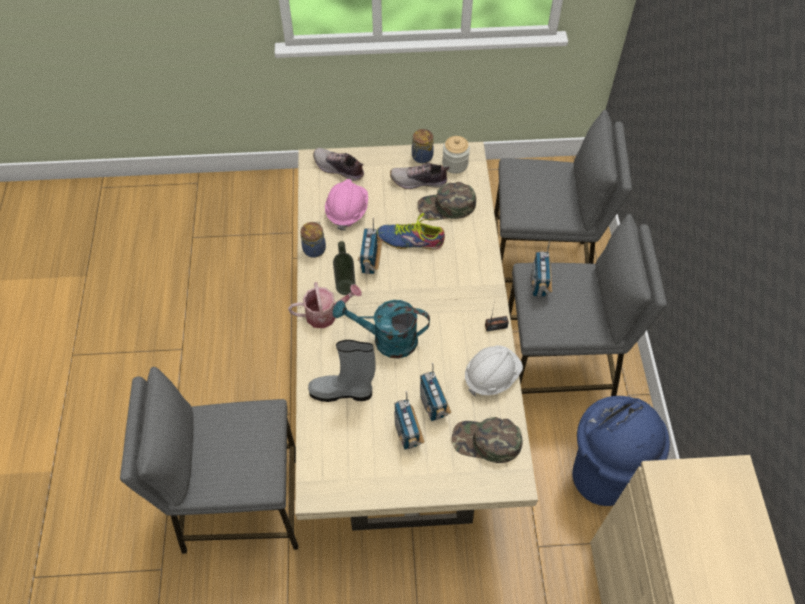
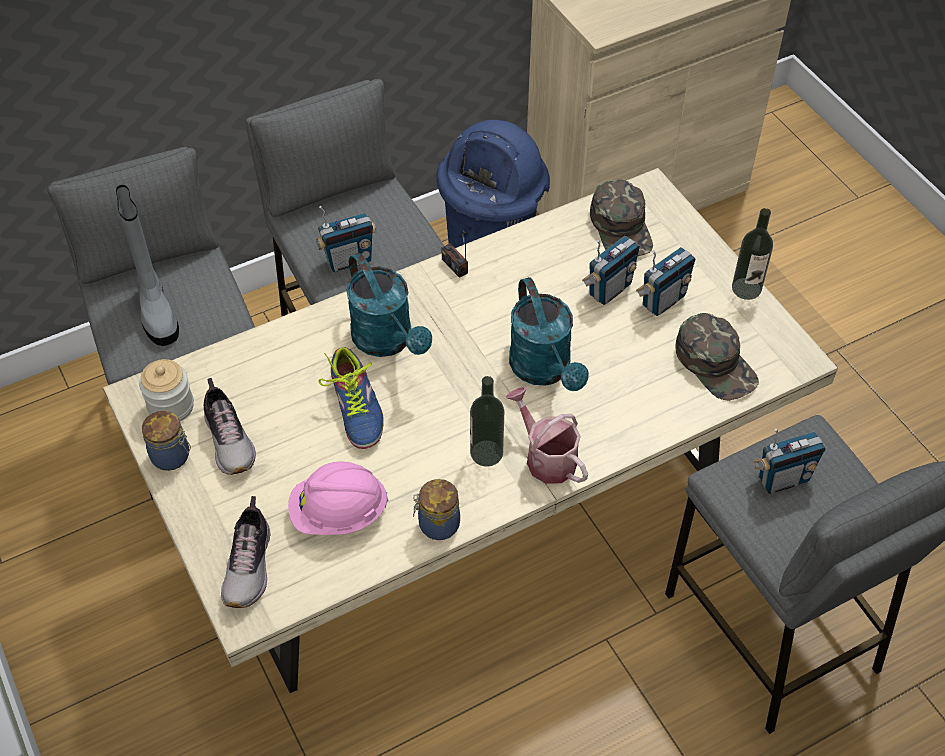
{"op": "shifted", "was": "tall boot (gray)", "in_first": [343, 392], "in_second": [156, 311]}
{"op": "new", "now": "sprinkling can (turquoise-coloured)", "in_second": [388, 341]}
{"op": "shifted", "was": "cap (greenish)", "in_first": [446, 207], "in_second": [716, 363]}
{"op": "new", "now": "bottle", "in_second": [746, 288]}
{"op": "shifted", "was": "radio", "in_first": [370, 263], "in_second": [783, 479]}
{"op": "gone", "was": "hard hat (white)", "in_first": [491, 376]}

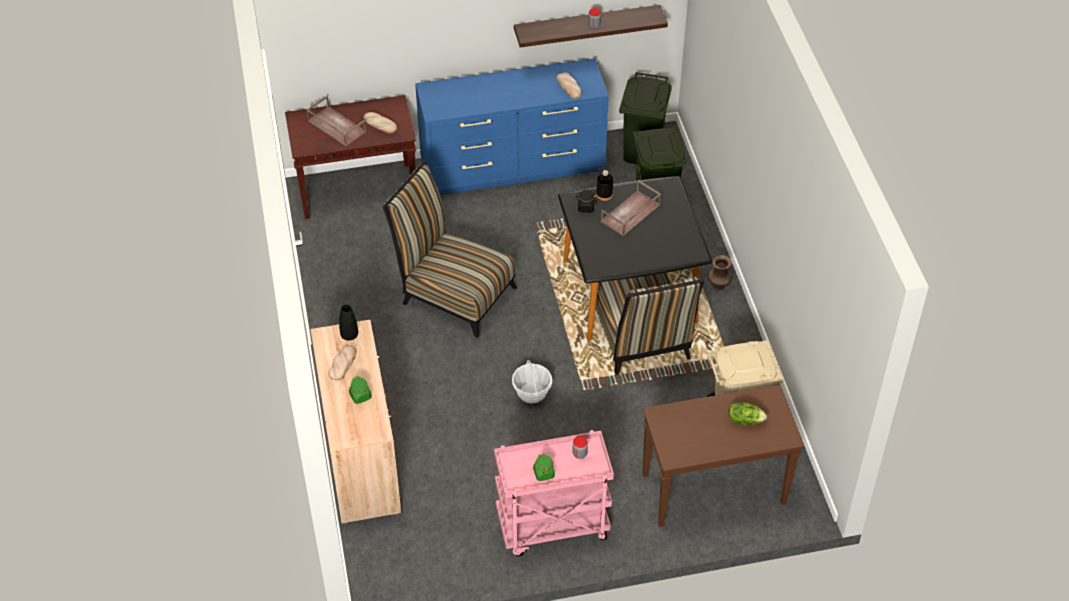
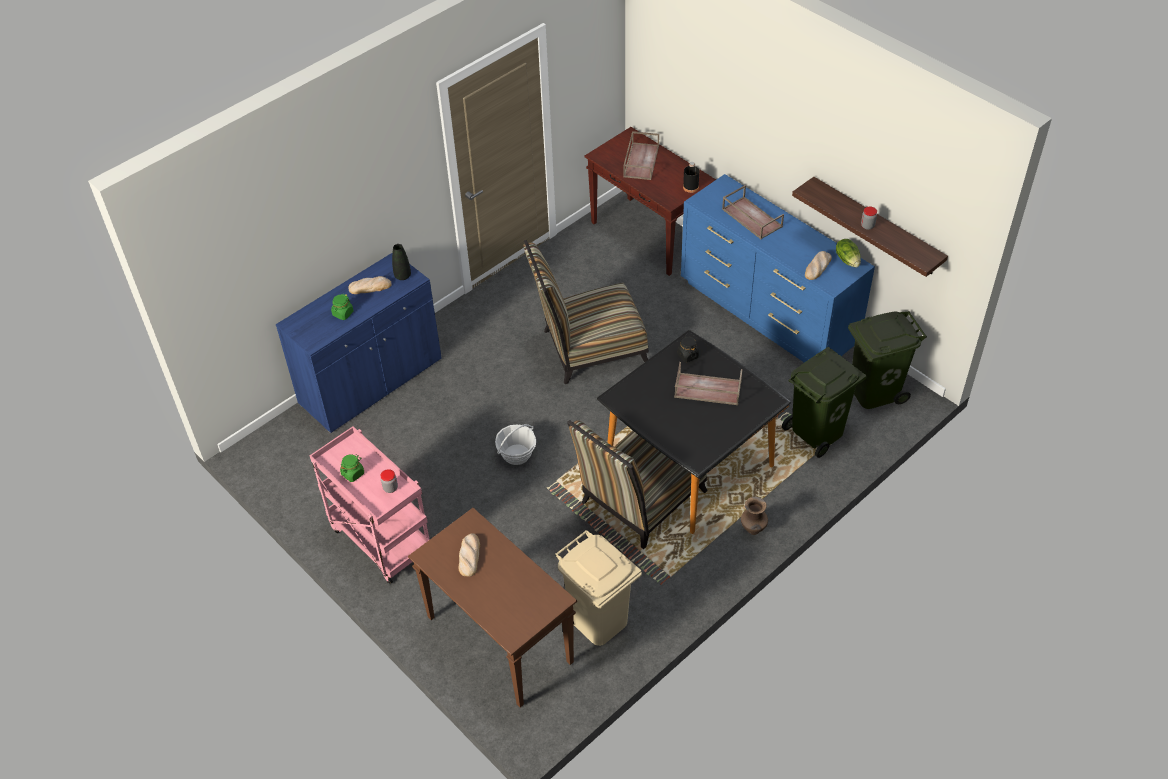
{"op": "repainted", "was": "cupboard (beige)", "now": "cupboard (blue)", "in_first": [361, 458], "in_second": [371, 382]}
{"op": "shifted", "was": "bakery bread", "in_first": [379, 124], "in_second": [469, 556]}
{"op": "rotated", "was": "plain chair", "in_first": [453, 292], "in_second": [588, 348], "clockwise": -105}
{"op": "shifted", "was": "bottle (black-coloured)", "in_first": [604, 194], "in_second": [690, 187]}
{"op": "new", "now": "serving tray (brown)", "in_second": [751, 218]}
{"op": "shifted", "was": "lettuce", "in_first": [745, 420], "in_second": [848, 260]}

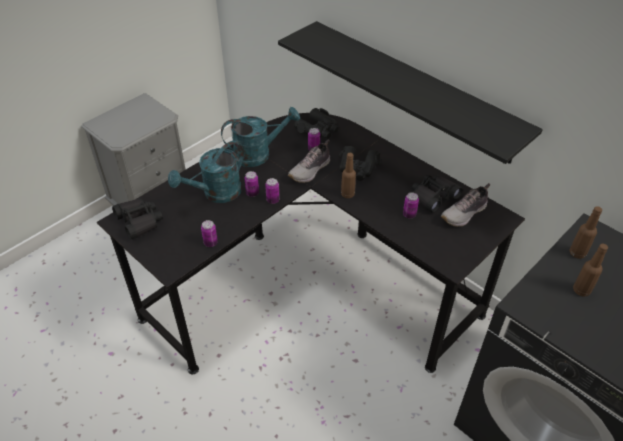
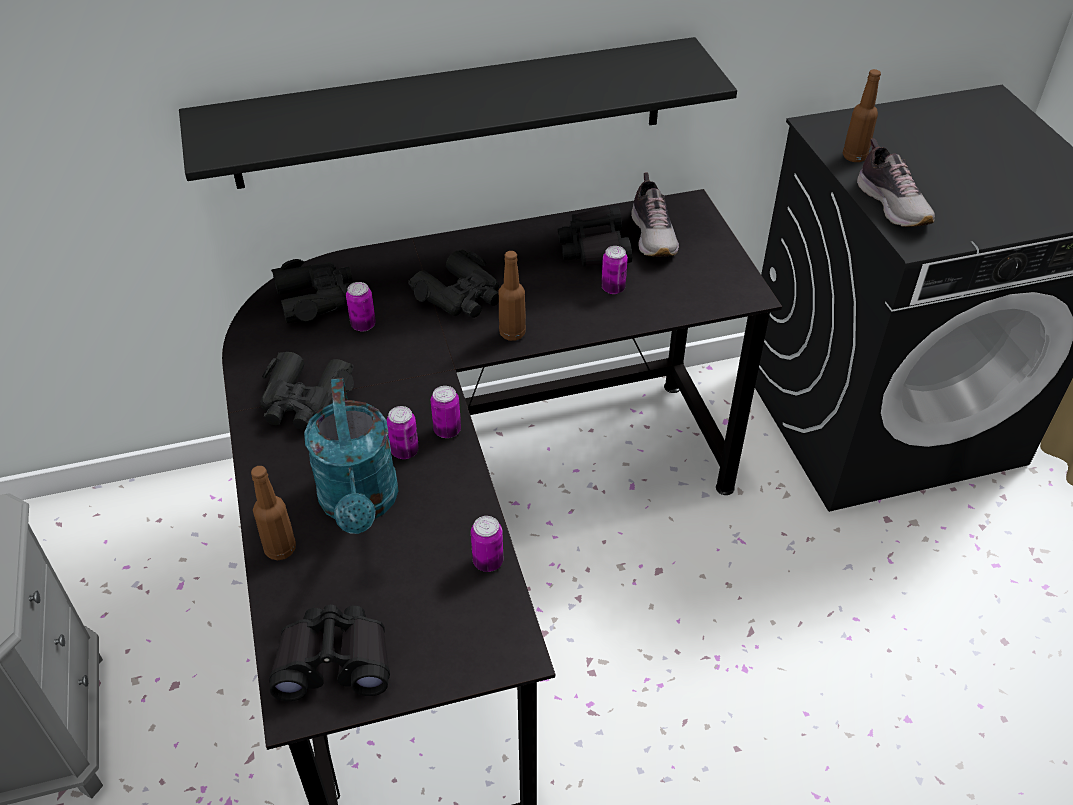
{"op": "shifted", "was": "bottle (brown)", "in_first": [581, 290], "in_second": [280, 549]}
{"op": "swapped", "was": "sprinkling can (turquoise-coloured)", "now": "pair of binoculars (black-coloured)", "in_first": [258, 154], "in_second": [304, 400]}
{"op": "shifted", "was": "shoe", "in_first": [310, 170], "in_second": [893, 204]}

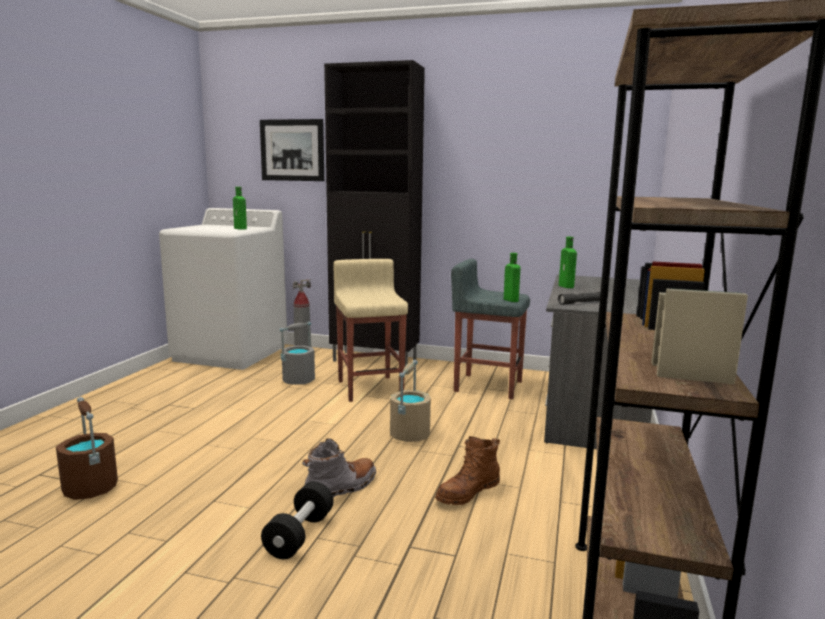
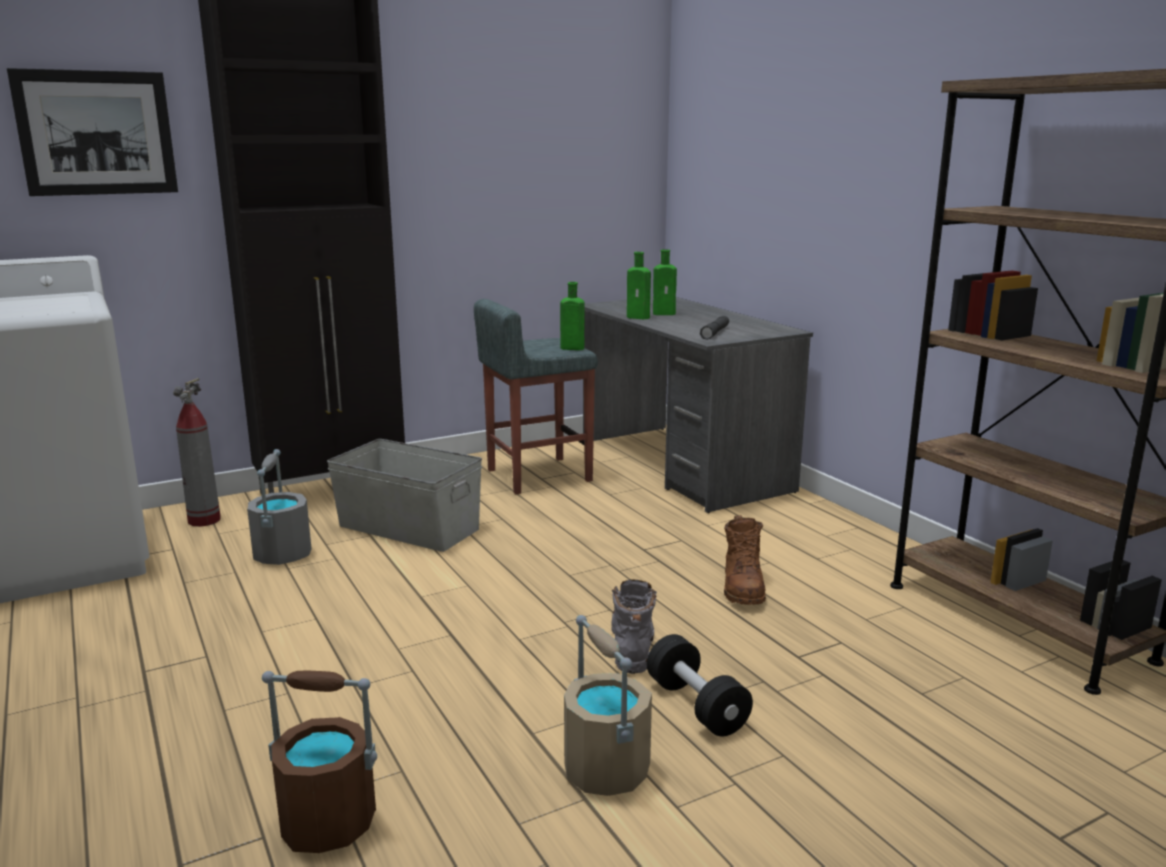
{"op": "swapped", "was": "stool (beige)", "now": "storage container (gray)", "in_first": [370, 388], "in_second": [408, 527]}
{"op": "shifted", "was": "pail (beige)", "in_first": [410, 434], "in_second": [605, 770]}
{"op": "shifted", "was": "bottle (greenish)", "in_first": [241, 228], "in_second": [665, 314]}

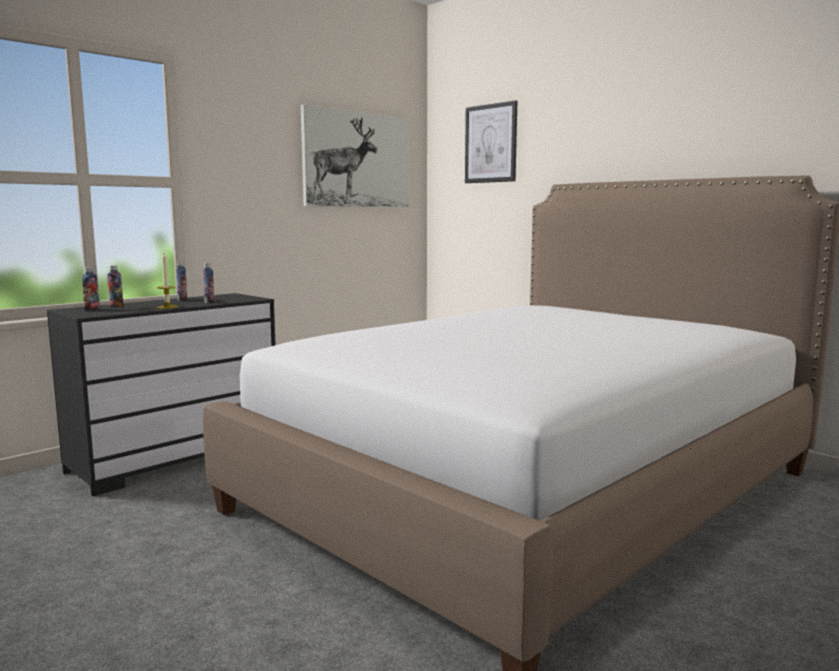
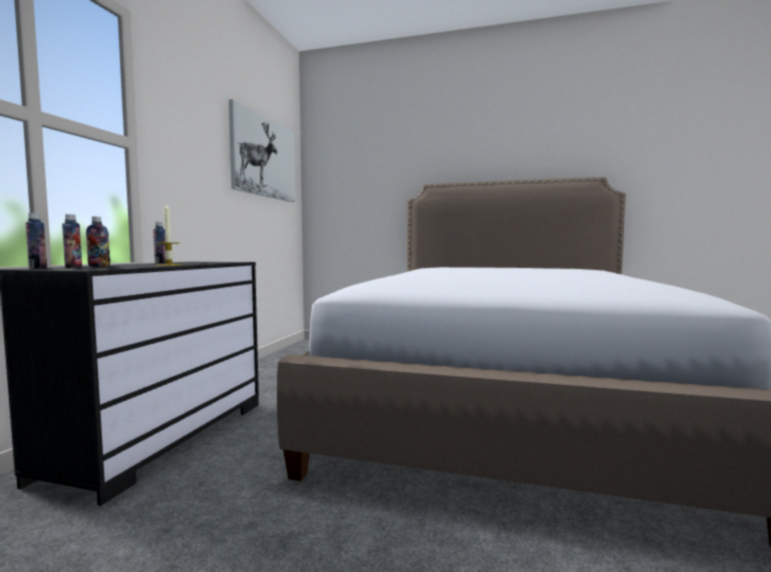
{"op": "shifted", "was": "bottle", "in_first": [209, 302], "in_second": [38, 268]}
{"op": "gone", "was": "wall picture", "in_first": [491, 143]}

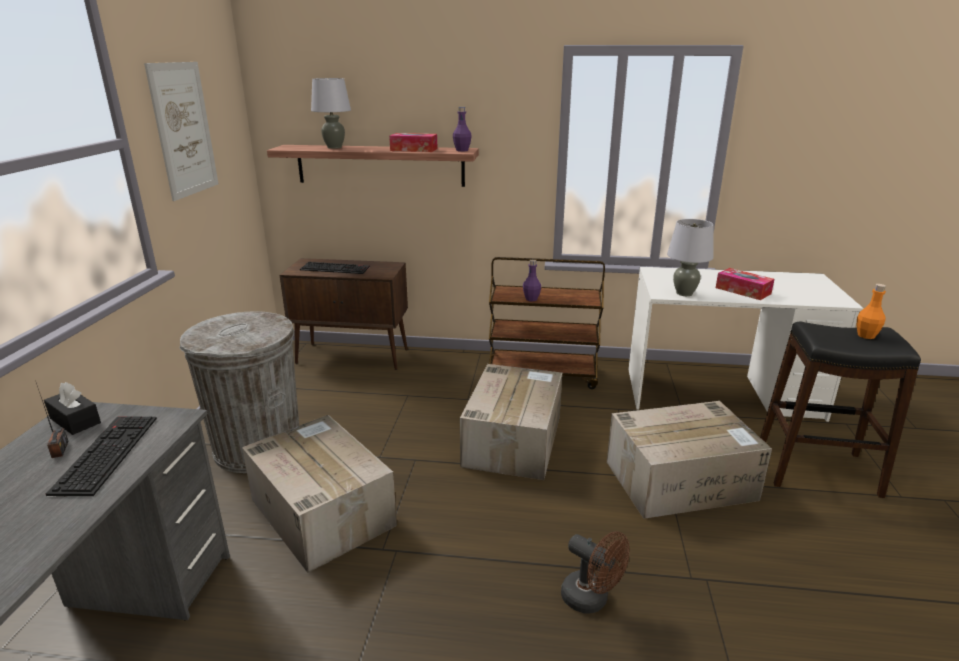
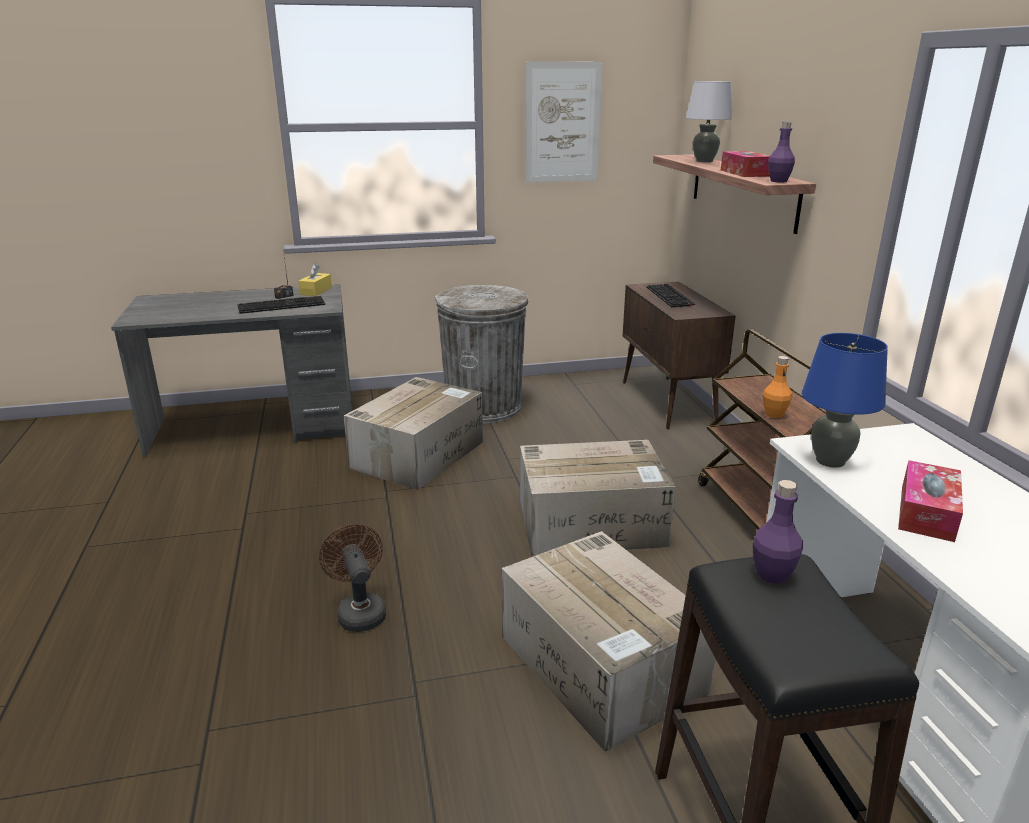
{"op": "repainted", "was": "box of tissues (black-coloured)", "now": "box of tissues (yellow-coloured)", "in_first": [75, 420], "in_second": [316, 291]}
{"op": "rotated", "was": "electric fan (brown)", "in_first": [591, 600], "in_second": [359, 611], "clockwise": 135}
{"op": "shifted", "was": "bottle (purple-coloured)", "in_first": [531, 299], "in_second": [772, 575]}
{"op": "shifted", "was": "bottle (orange-coloured)", "in_first": [866, 336], "in_second": [774, 414]}
{"op": "repainted", "was": "table lamp (gray)", "now": "table lamp (blue)", "in_first": [684, 293], "in_second": [830, 461]}

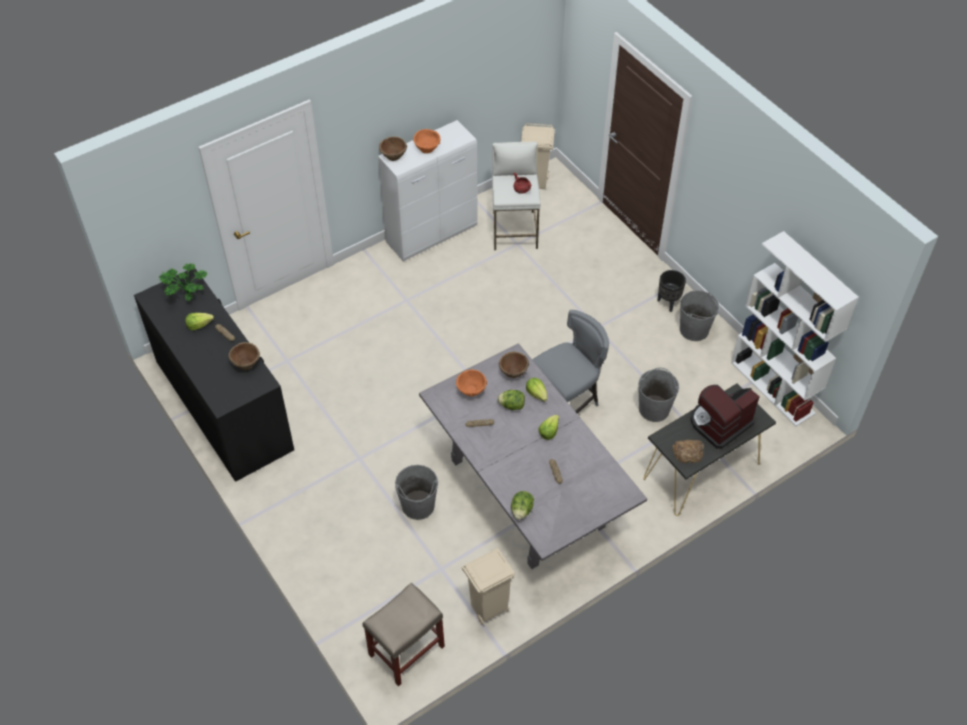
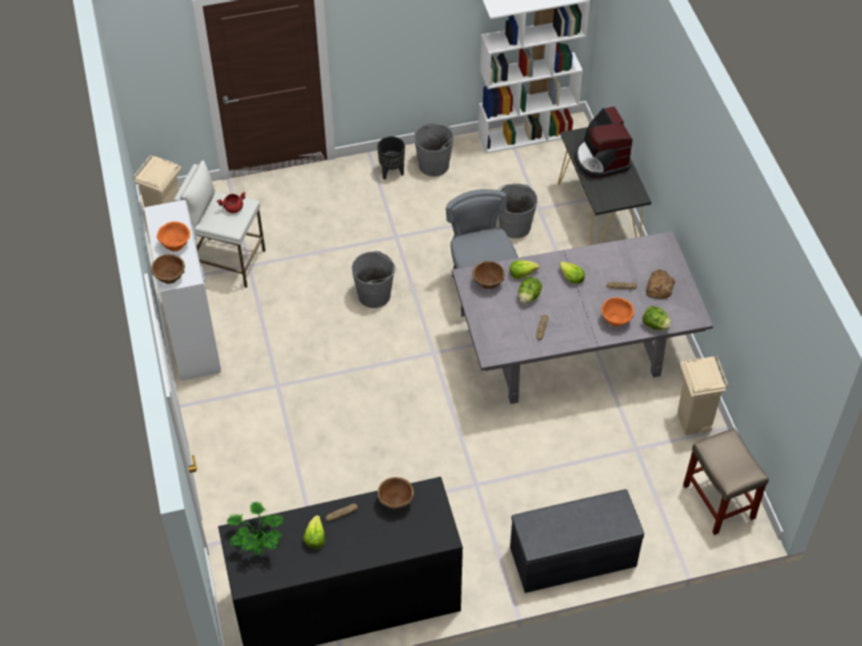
{"op": "shifted", "was": "pail (gray)", "in_first": [418, 506], "in_second": [374, 295]}
{"op": "new", "now": "indoor bench (gray)", "in_second": [572, 558]}
{"op": "shifted", "was": "deep dish (orange-coloured)", "in_first": [471, 391], "in_second": [616, 320]}
{"op": "shifted", "was": "bakery bread", "in_first": [688, 452], "in_second": [659, 287]}

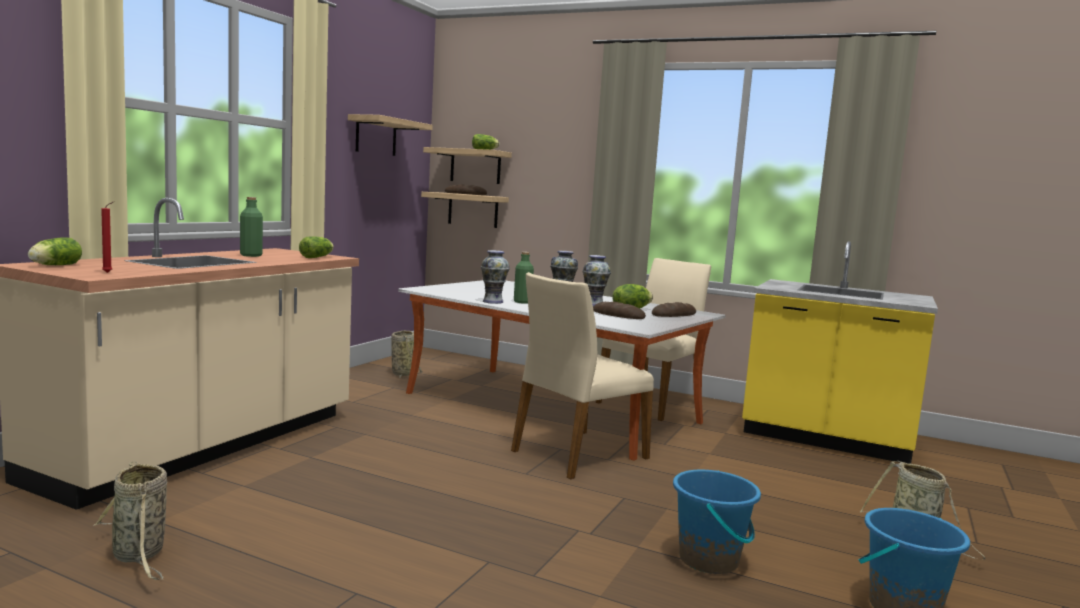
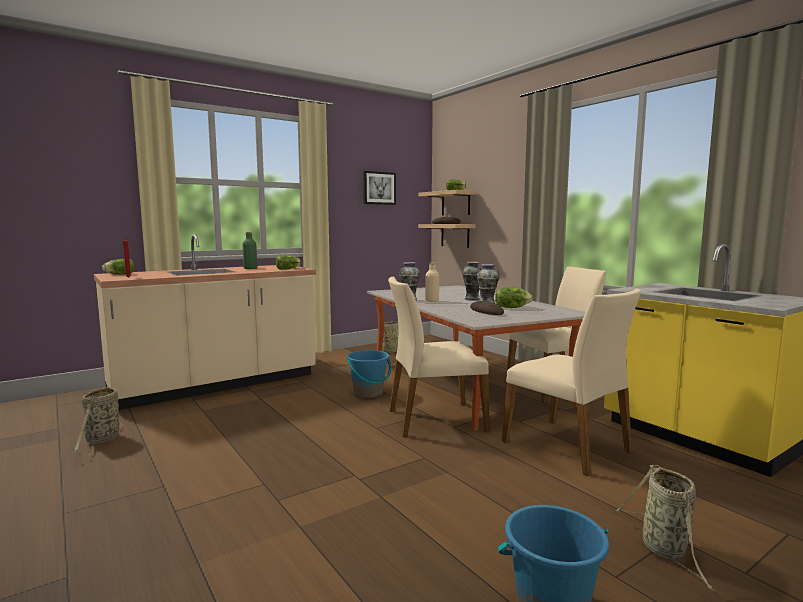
{"op": "shifted", "was": "pail (blue)", "in_first": [709, 560], "in_second": [368, 393]}
{"op": "swapped", "was": "wall shelf", "now": "wall picture", "in_first": [376, 136], "in_second": [379, 188]}
{"op": "repainted", "was": "bottle (greenish)", "now": "bottle (beige)", "in_first": [522, 302], "in_second": [432, 301]}
{"op": "new", "now": "plain chair (beige)", "in_second": [567, 446]}
{"op": "gone", "was": "bakery bread", "in_first": [673, 315]}

